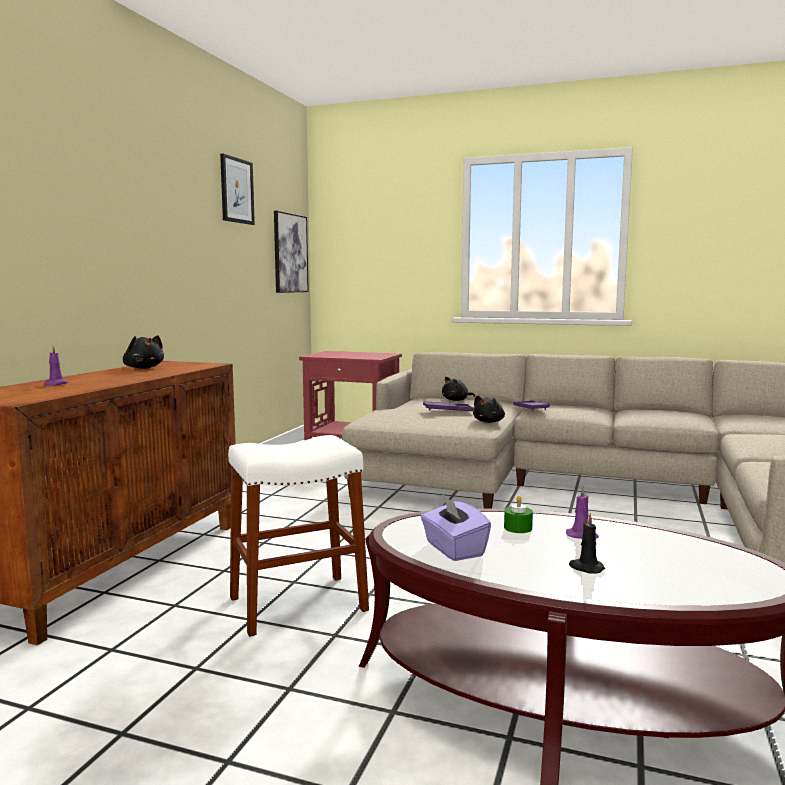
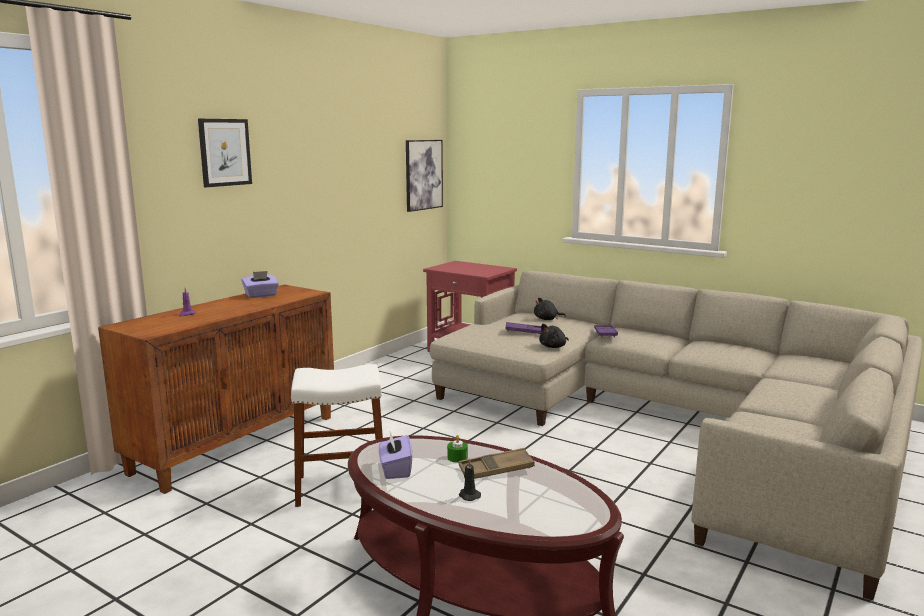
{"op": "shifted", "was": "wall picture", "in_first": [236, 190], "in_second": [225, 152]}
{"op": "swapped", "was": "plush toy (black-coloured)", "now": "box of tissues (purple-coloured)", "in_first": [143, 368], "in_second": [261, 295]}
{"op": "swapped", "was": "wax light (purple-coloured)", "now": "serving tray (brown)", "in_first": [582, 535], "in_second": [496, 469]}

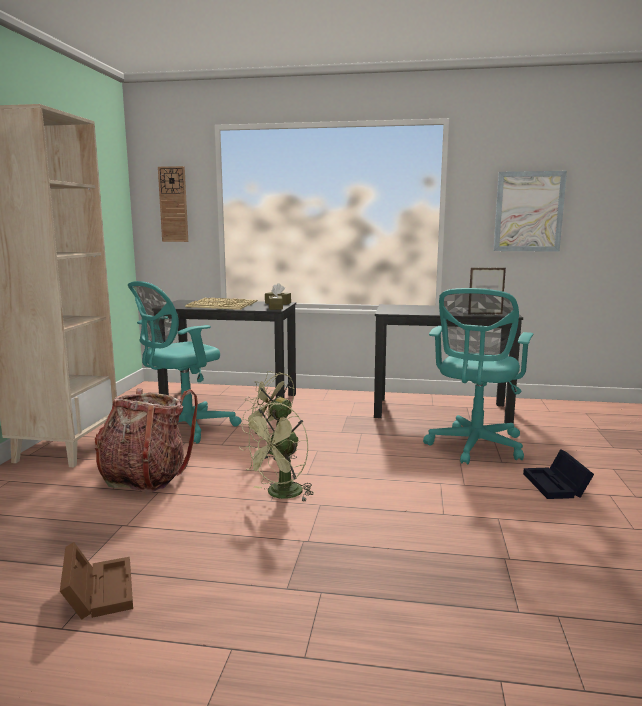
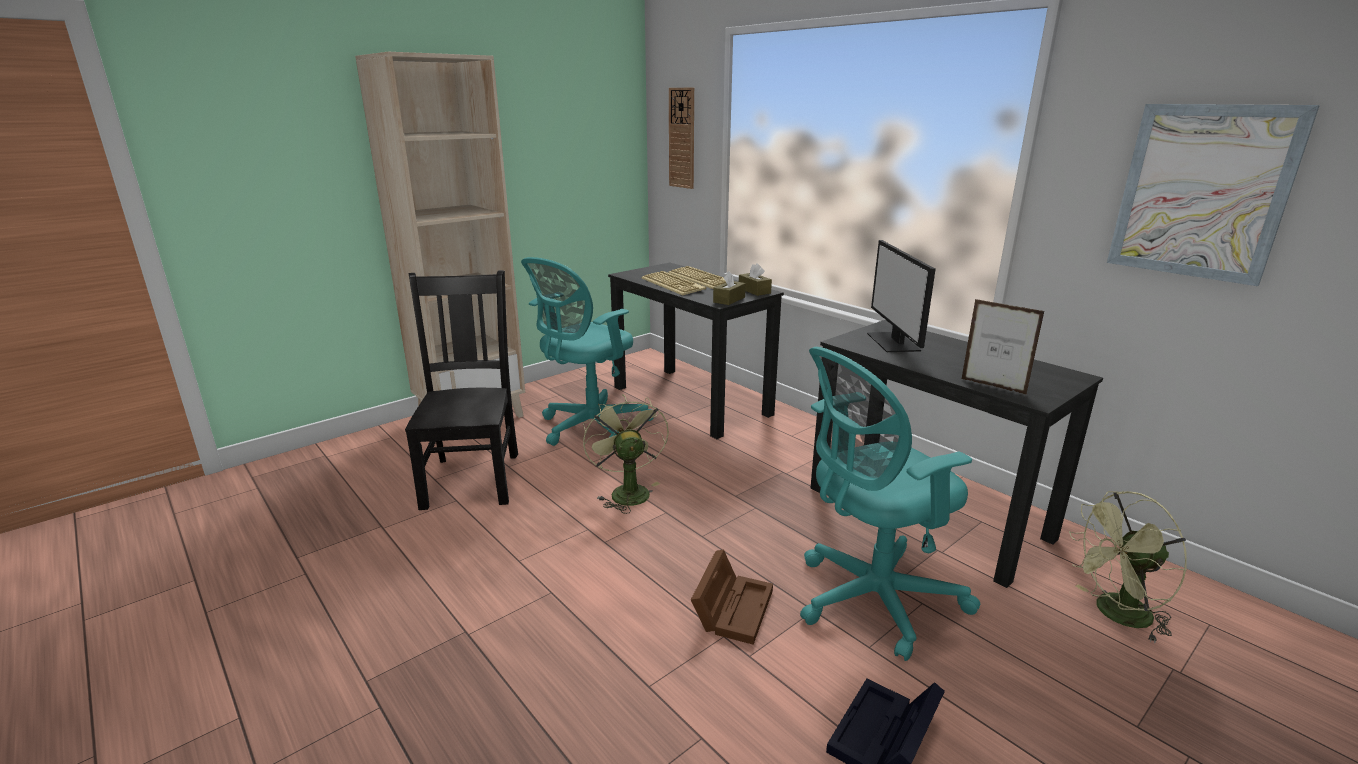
{"op": "swapped", "was": "knapsack", "now": "plain chair (black-coloured)", "in_first": [146, 478], "in_second": [473, 478]}
{"op": "rotated", "was": "computer chair (turquoise-coloured)", "in_first": [183, 429], "in_second": [589, 427], "clockwise": -45}
{"op": "shifted", "was": "storage container (brown)", "in_first": [98, 590], "in_second": [733, 607]}
{"op": "new", "now": "computer screen", "in_second": [894, 342]}
{"op": "shifted", "was": "electric fan (greenish)", "in_first": [280, 495], "in_second": [1115, 615]}

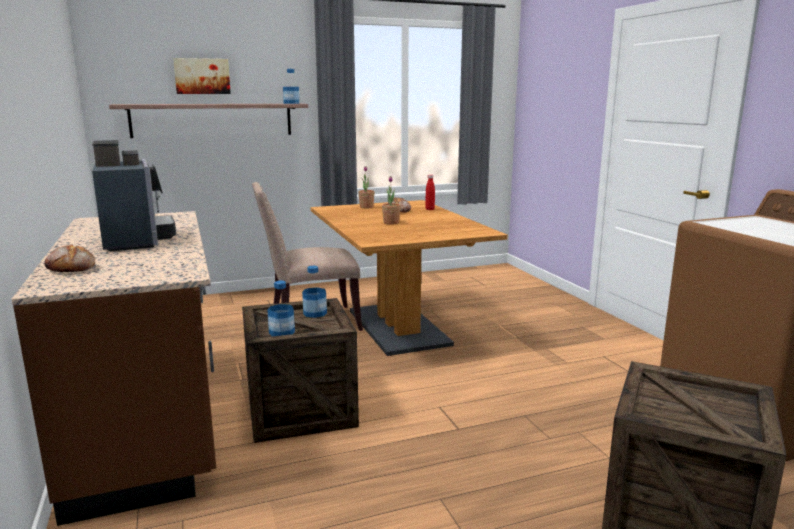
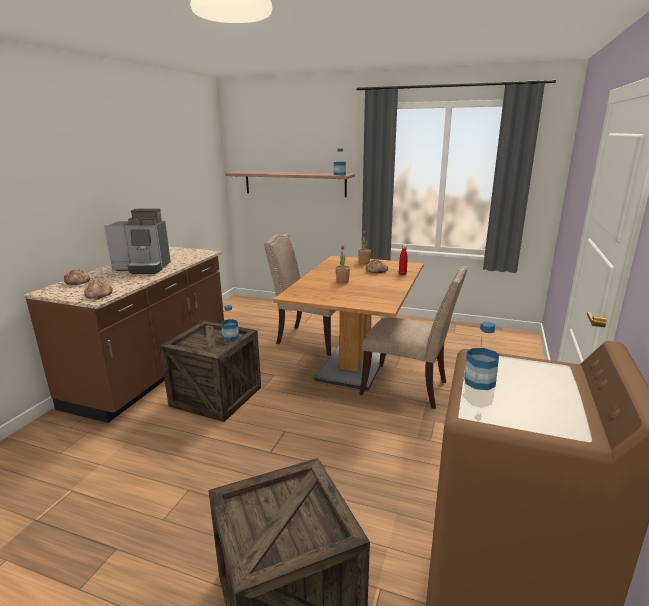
{"op": "new", "now": "bakery bread", "in_second": [98, 295]}
{"op": "rotated", "was": "coffee brewer", "in_first": [137, 240], "in_second": [143, 268], "clockwise": 75}
{"op": "new", "now": "plain chair (beige)", "in_second": [408, 387]}
{"op": "shifted", "was": "bottle", "in_first": [282, 332], "in_second": [479, 382]}
{"op": "gone", "was": "wall picture", "in_first": [202, 76]}

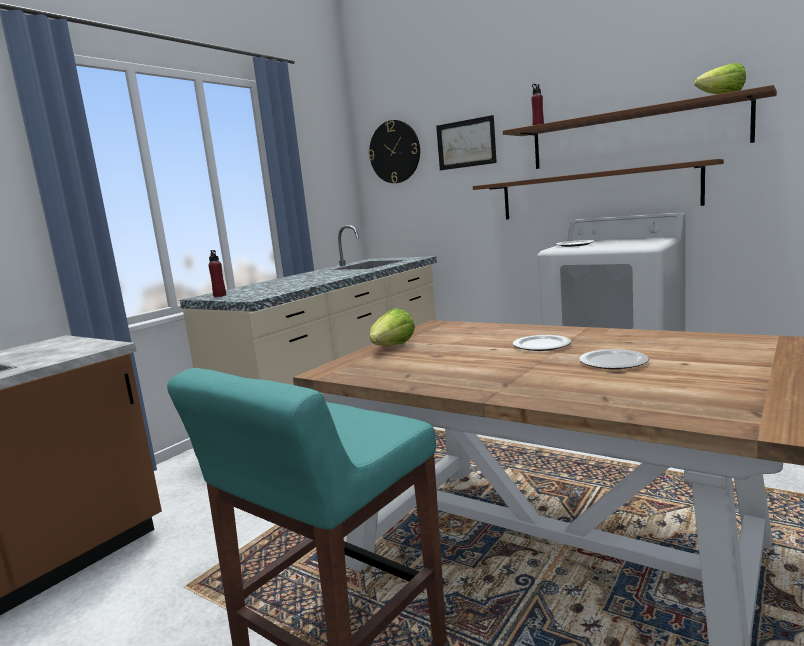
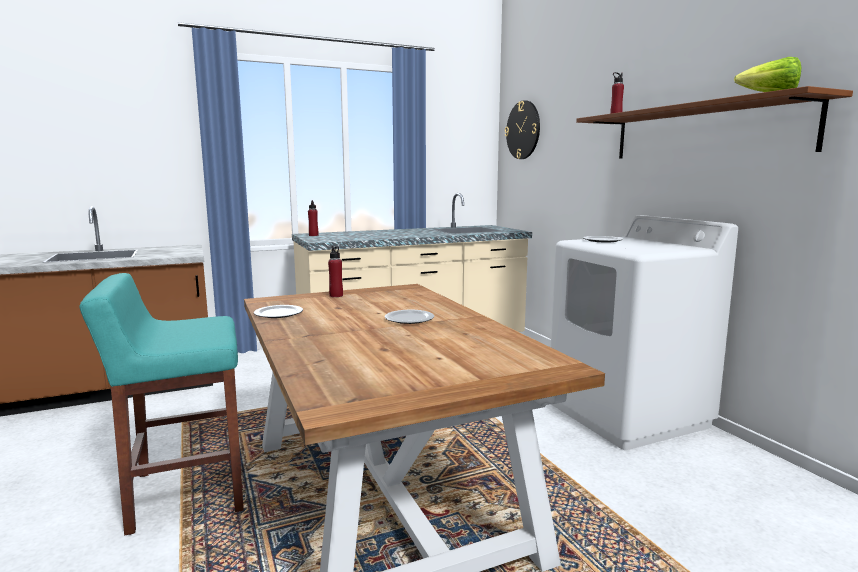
{"op": "shifted", "was": "flat dish", "in_first": [612, 362], "in_second": [278, 313]}
{"op": "swapped", "was": "lettuce", "now": "bottle (red-coloured)", "in_first": [392, 347], "in_second": [336, 295]}
{"op": "gone", "was": "wall picture", "in_first": [466, 143]}
{"op": "gone", "was": "wall shelf (brown)", "in_first": [595, 193]}

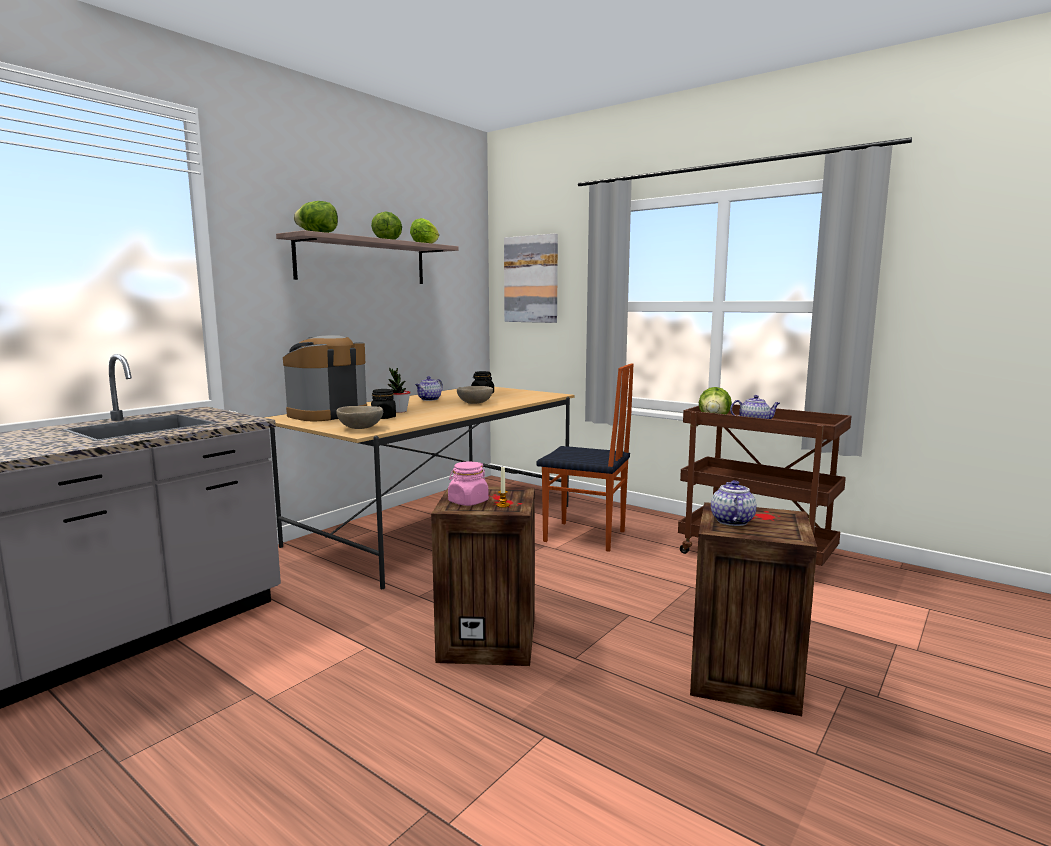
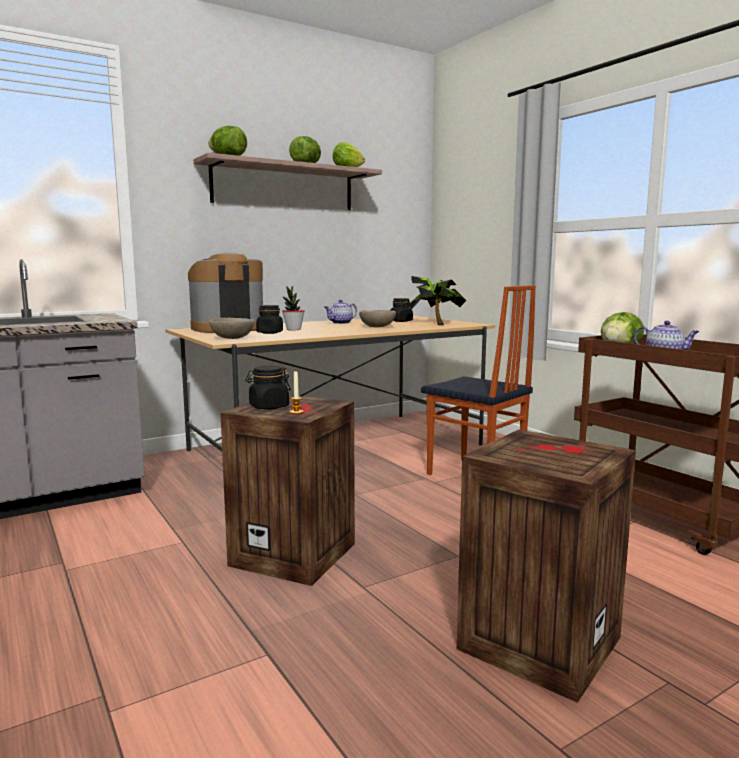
{"op": "repainted", "was": "jar (pinkish)", "now": "jar (black-coloured)", "in_first": [468, 502], "in_second": [268, 407]}
{"op": "new", "now": "plant in a pot", "in_second": [435, 324]}
{"op": "gone", "was": "wall picture", "in_first": [531, 279]}
{"op": "gone", "was": "tea pot", "in_first": [731, 521]}

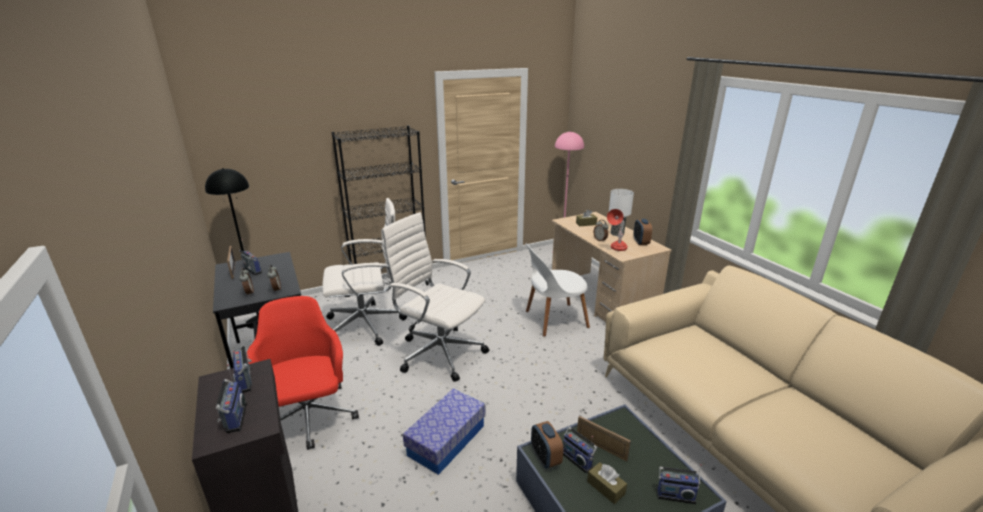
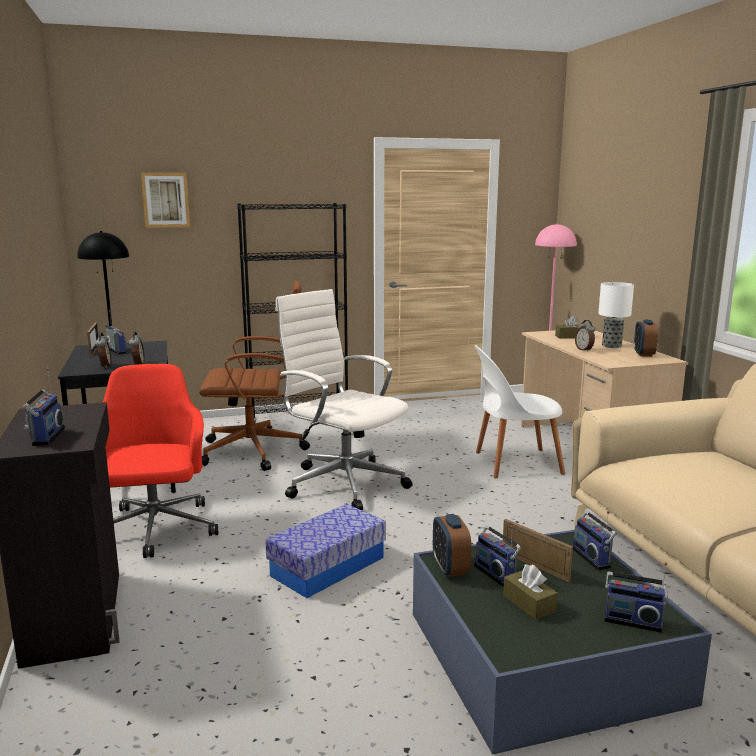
{"op": "new", "now": "wall picture", "in_second": [165, 200]}
{"op": "repainted", "was": "computer chair (white)", "now": "computer chair (brown)", "in_first": [367, 325], "in_second": [256, 451]}
{"op": "shifted", "was": "radio", "in_first": [245, 380], "in_second": [592, 557]}
{"op": "gone", "was": "table lamp (red-coloured)", "in_first": [616, 249]}

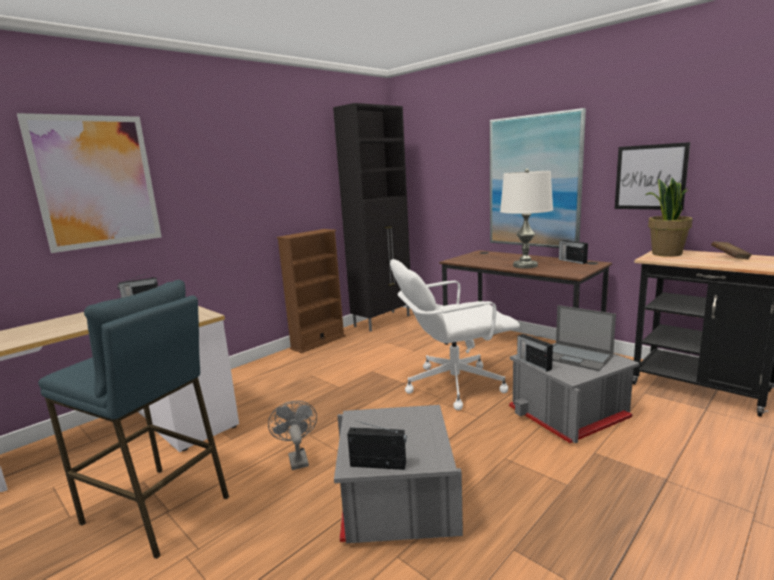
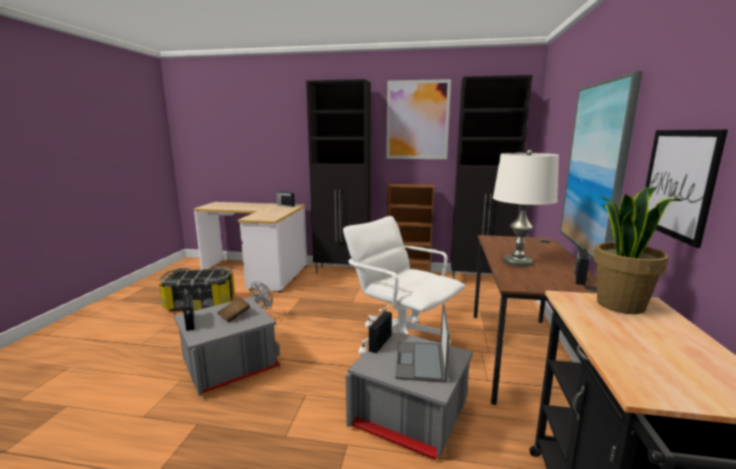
{"op": "swapped", "was": "stool (blue)", "now": "storage container", "in_first": [157, 510], "in_second": [200, 304]}
{"op": "shifted", "was": "volume (brown)", "in_first": [730, 258], "in_second": [234, 316]}
{"op": "new", "now": "cupboard (black-coloured)", "in_second": [343, 271]}
{"op": "shifted", "was": "wall picture", "in_first": [96, 182], "in_second": [417, 120]}

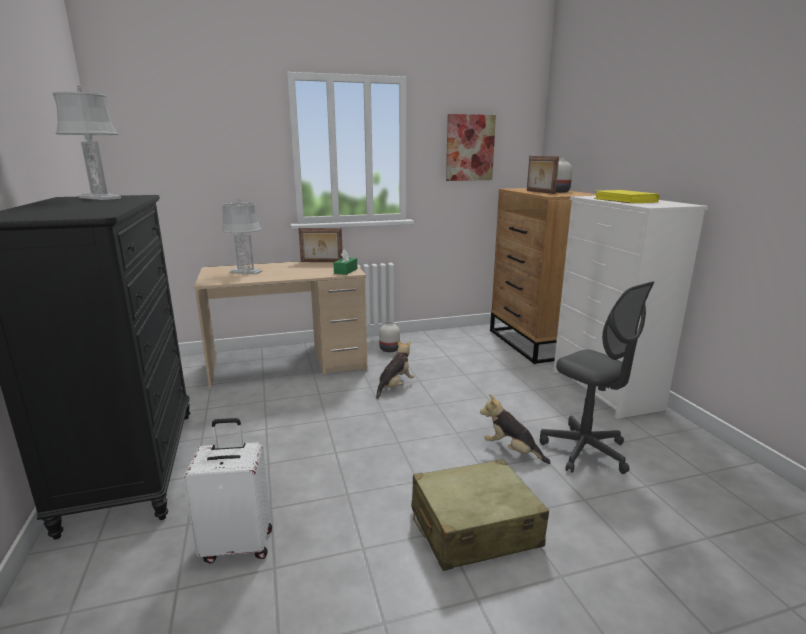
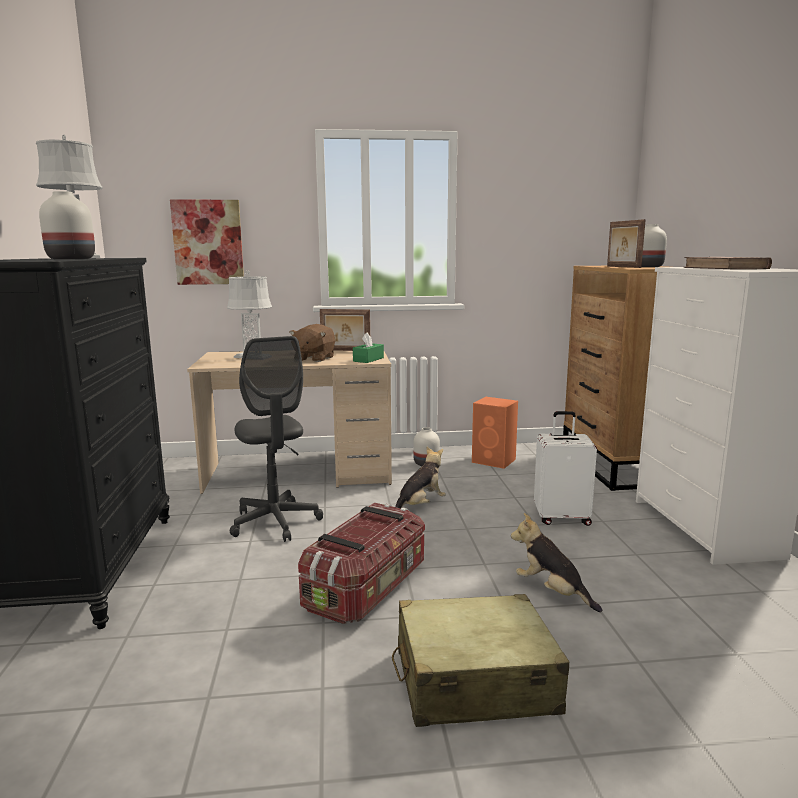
{"op": "new", "now": "flower vase (white)", "in_second": [70, 259]}
{"op": "shifted", "was": "wall picture", "in_first": [469, 148], "in_second": [208, 242]}
{"op": "shifted", "was": "computer chair (gray)", "in_first": [585, 451], "in_second": [275, 522]}
{"op": "new", "now": "plush toy (brown)", "in_second": [313, 359]}
{"op": "new", "now": "storage container", "in_second": [368, 588]}
{"op": "new", "now": "loudspeaker (orange-coloured)", "in_second": [494, 461]}
{"op": "shifted", "was": "suitcase (white)", "in_first": [238, 544], "in_second": [561, 517]}
{"op": "repainted", "was": "volume (yellow-coloured)", "now": "volume (brown)", "in_first": [625, 200], "in_second": [725, 268]}

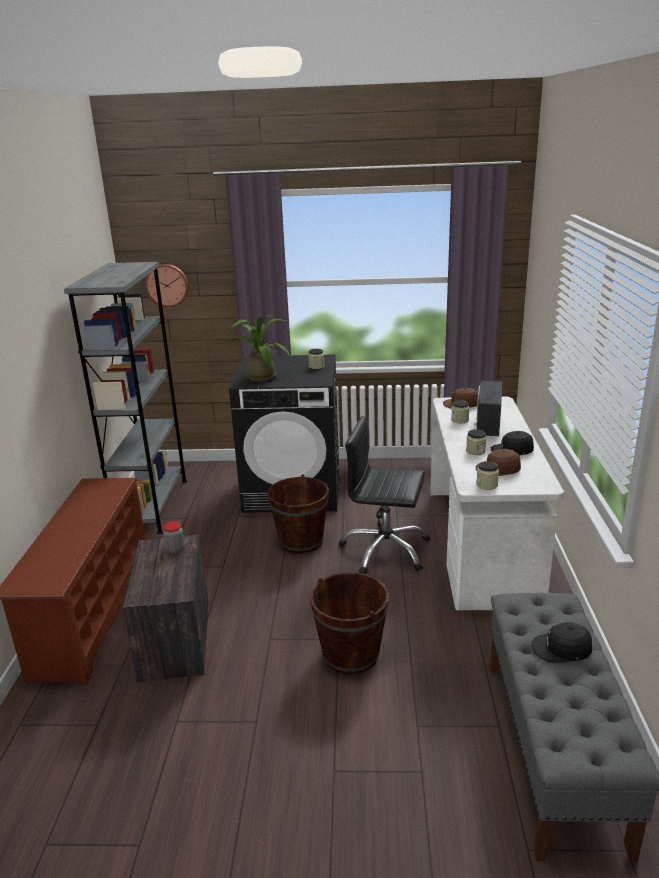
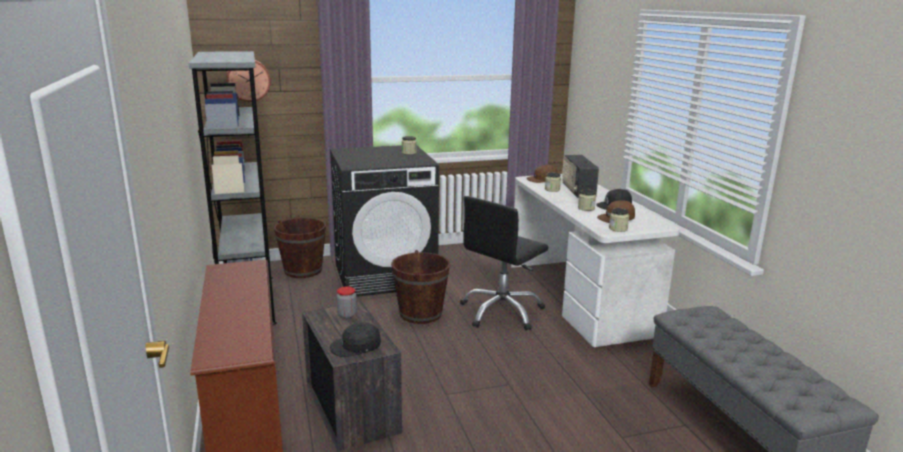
{"op": "shifted", "was": "pail (brown)", "in_first": [350, 654], "in_second": [303, 270]}
{"op": "shifted", "was": "cap (black-coloured)", "in_first": [561, 649], "in_second": [356, 346]}
{"op": "rotated", "was": "computer chair (black-coloured)", "in_first": [385, 550], "in_second": [502, 312], "clockwise": -45}
{"op": "gone", "was": "plant in a pot", "in_first": [260, 376]}

